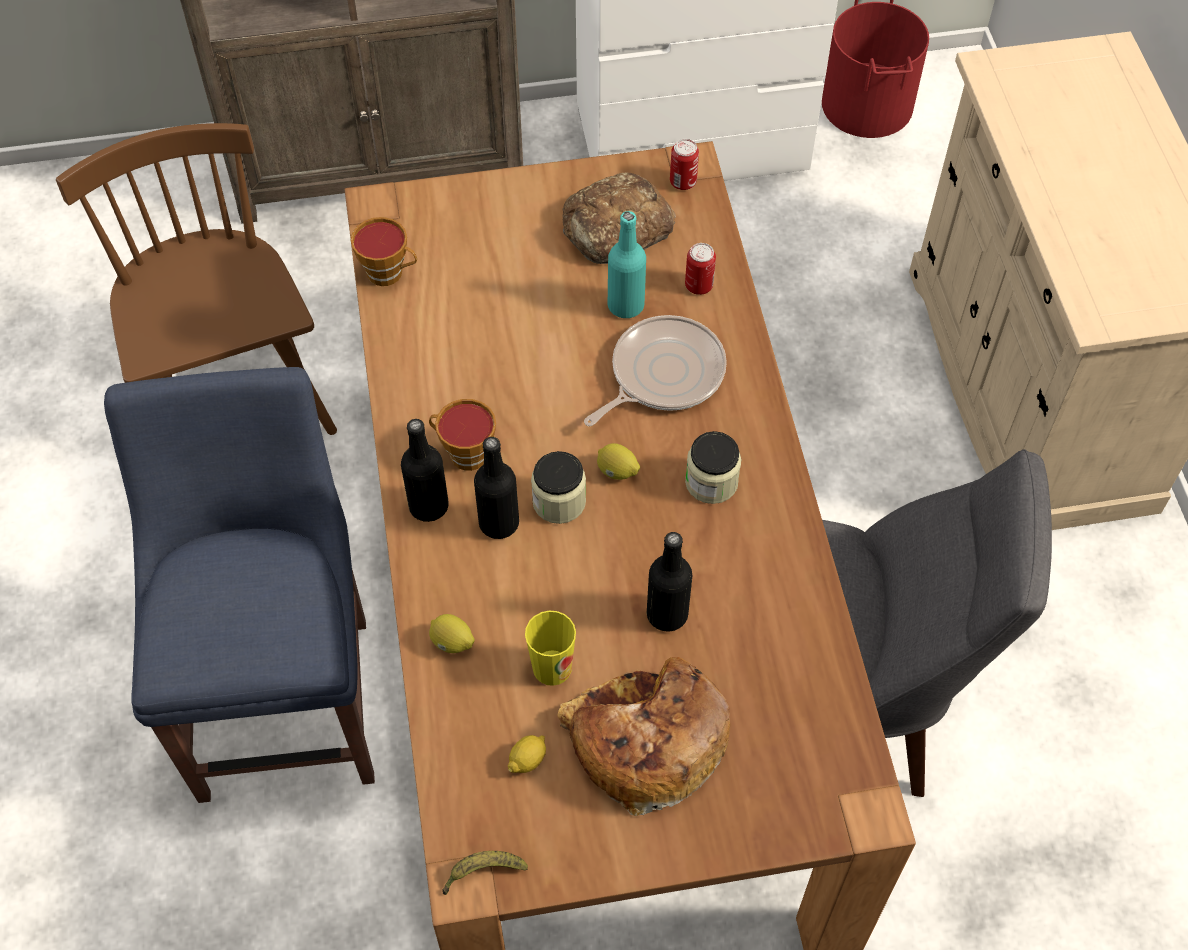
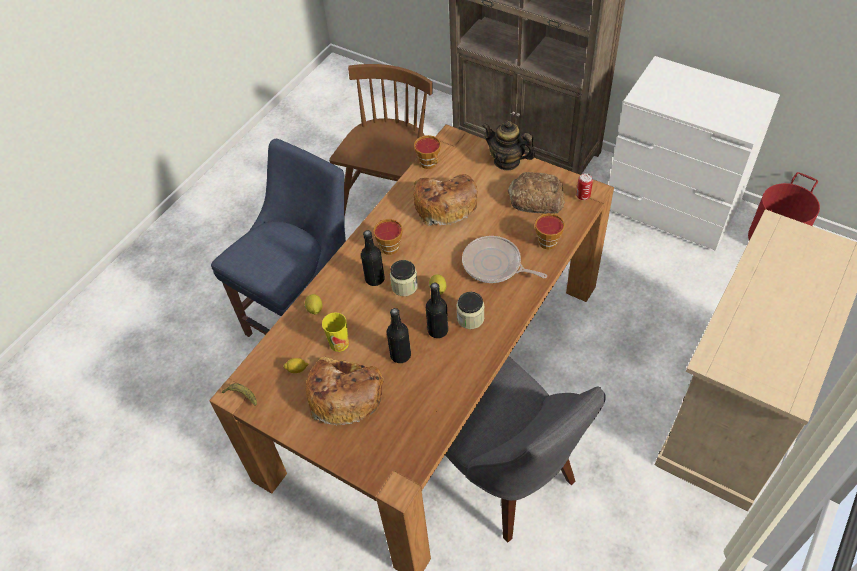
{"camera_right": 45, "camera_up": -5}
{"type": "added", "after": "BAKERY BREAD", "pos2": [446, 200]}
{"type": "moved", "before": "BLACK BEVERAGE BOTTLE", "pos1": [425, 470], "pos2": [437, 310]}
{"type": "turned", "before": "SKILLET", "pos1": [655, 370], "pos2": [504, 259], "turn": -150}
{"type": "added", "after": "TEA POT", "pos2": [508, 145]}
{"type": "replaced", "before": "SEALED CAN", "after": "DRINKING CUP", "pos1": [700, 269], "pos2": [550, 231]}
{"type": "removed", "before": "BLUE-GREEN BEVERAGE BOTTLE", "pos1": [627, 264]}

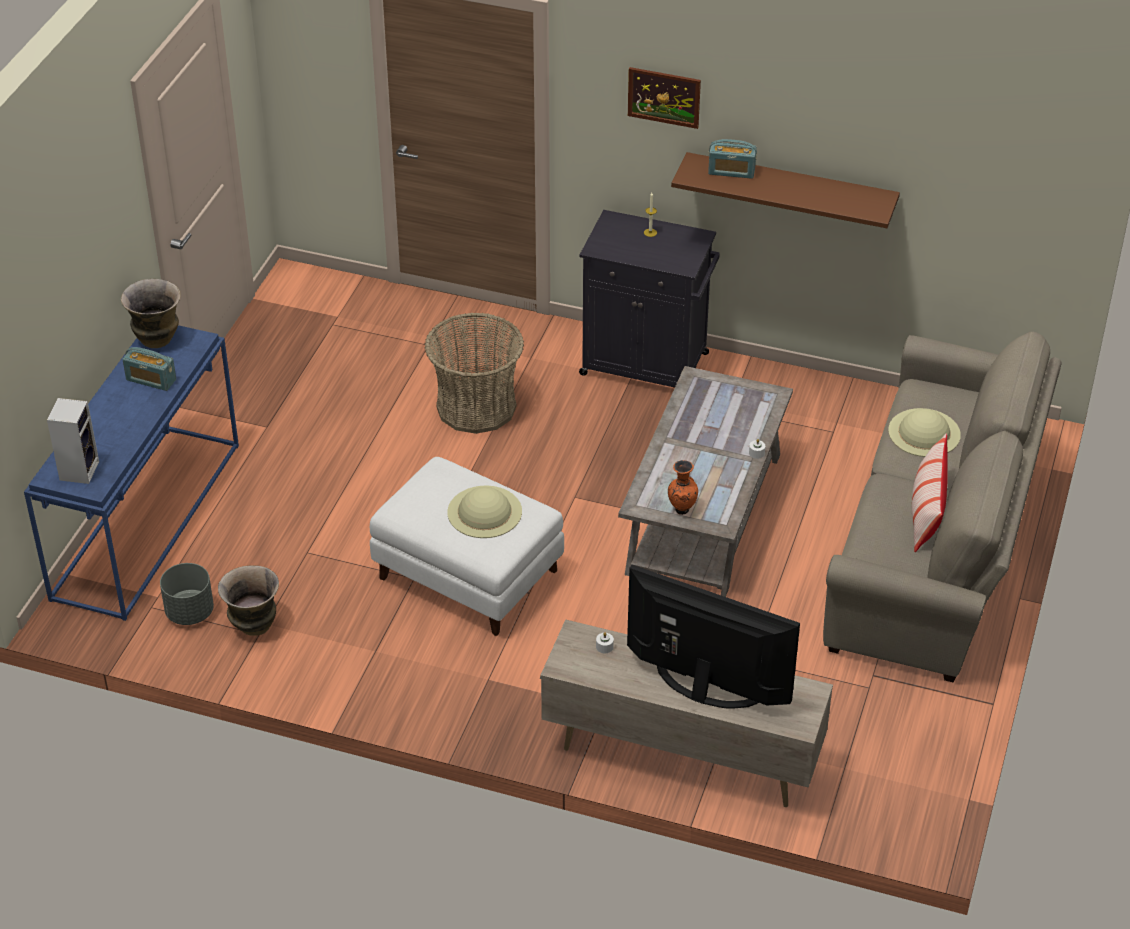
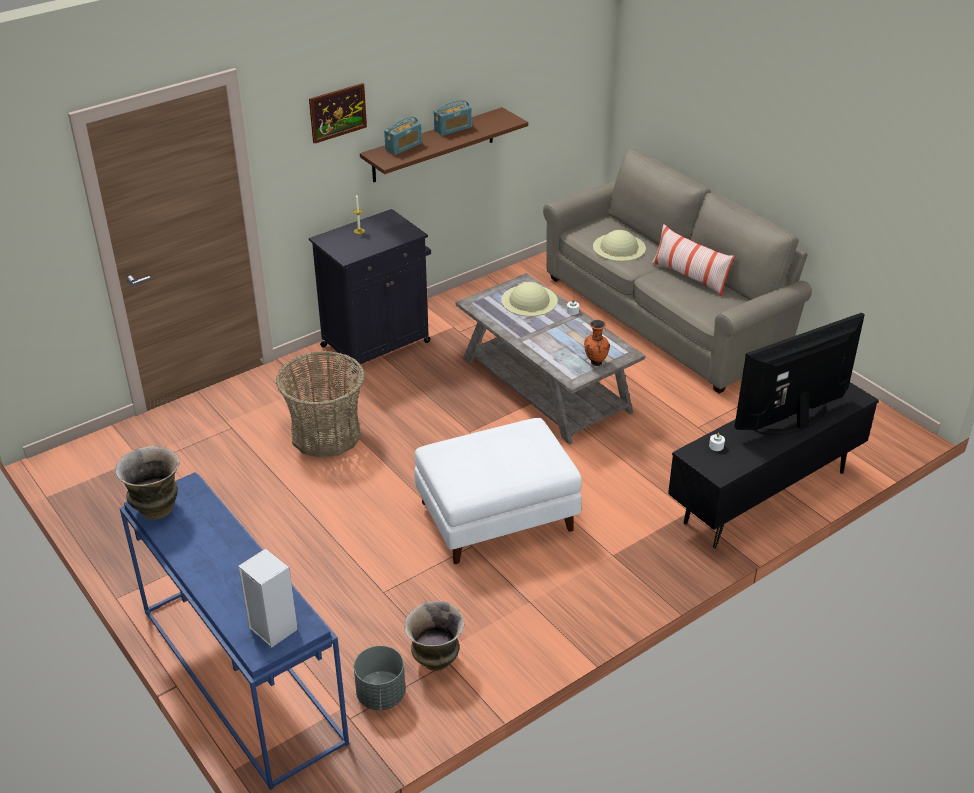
{"camera_right": -55, "camera_up": -5}
{"type": "moved", "before": "RADIO", "pos1": [149, 369], "pos2": [453, 118]}
{"type": "moved", "before": "SAND-COLOURED WEARABLE HAT", "pos1": [485, 512], "pos2": [529, 299]}
{"type": "recoloured", "before": "SAND-COLOURED TV UNIT", "after": "BLACK TV UNIT", "pos1": [686, 713], "pos2": [773, 465]}

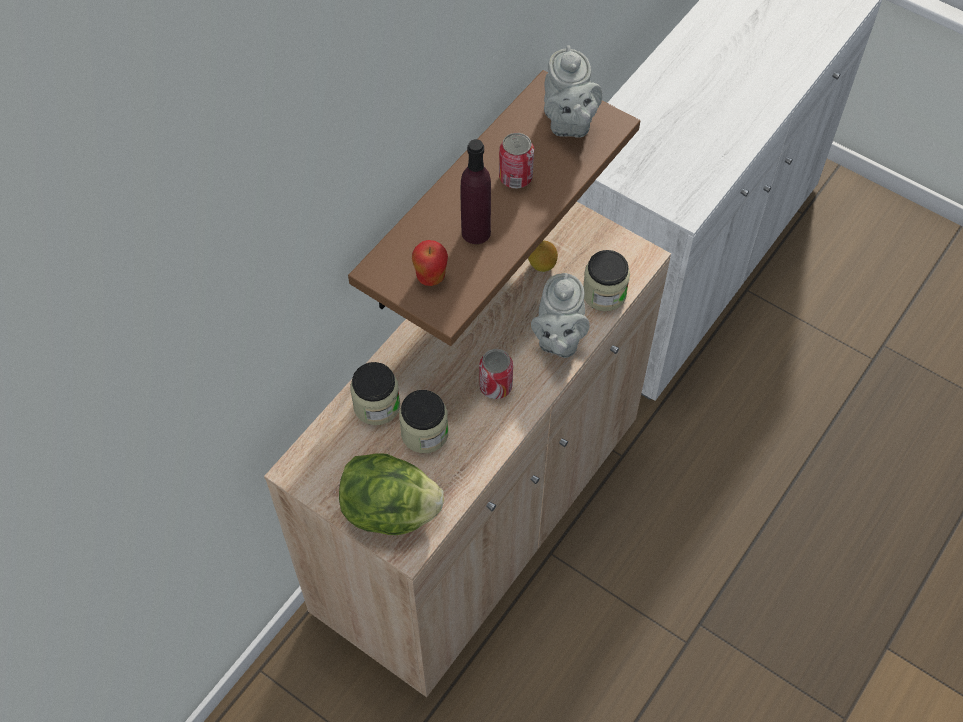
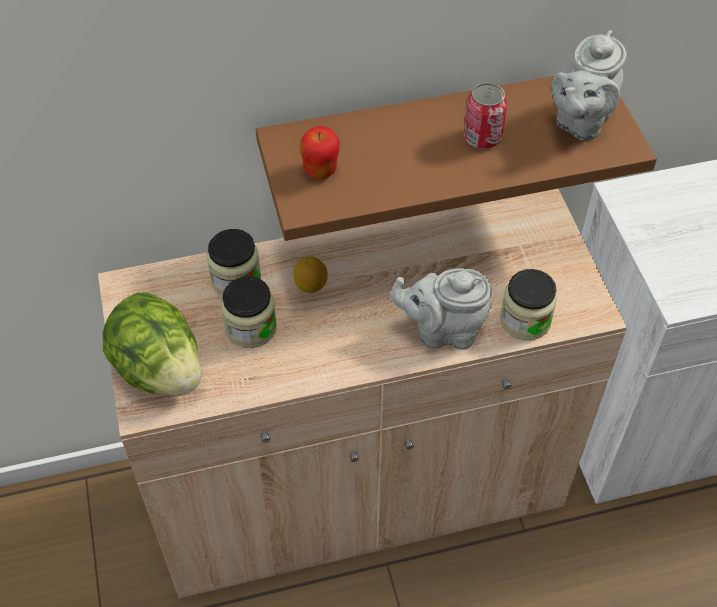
{"camera_right": 40, "camera_up": -5}
{"type": "moved", "before": "LEMON", "pos1": [543, 256], "pos2": [310, 274]}
{"type": "turned", "before": "GREYISH TEA POT", "pos1": [560, 315], "pos2": [441, 309], "turn": 45}
{"type": "removed", "before": "PURPLE-COLOURED BEVERAGE BOTTLE", "pos1": [476, 191]}
{"type": "removed", "before": "SEALED CAN", "pos1": [496, 374]}

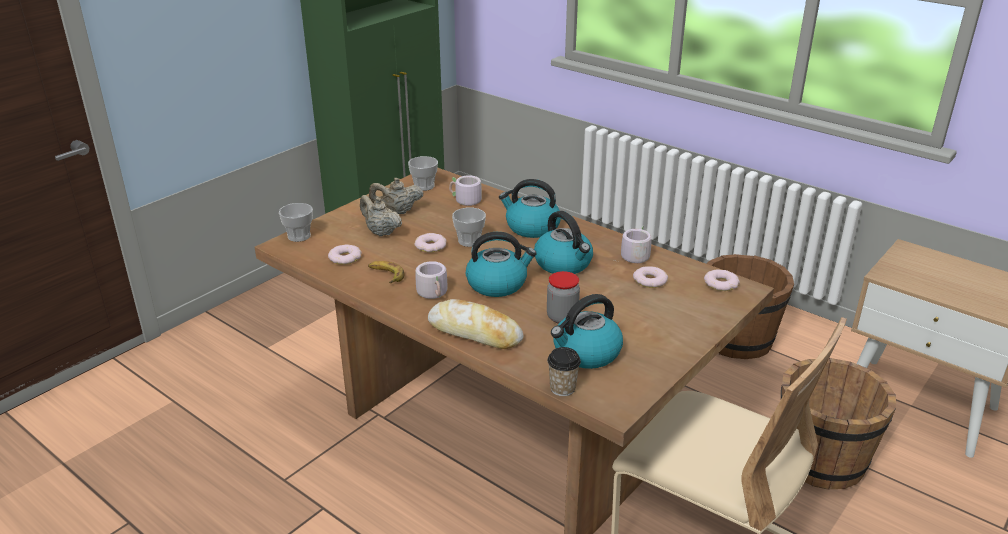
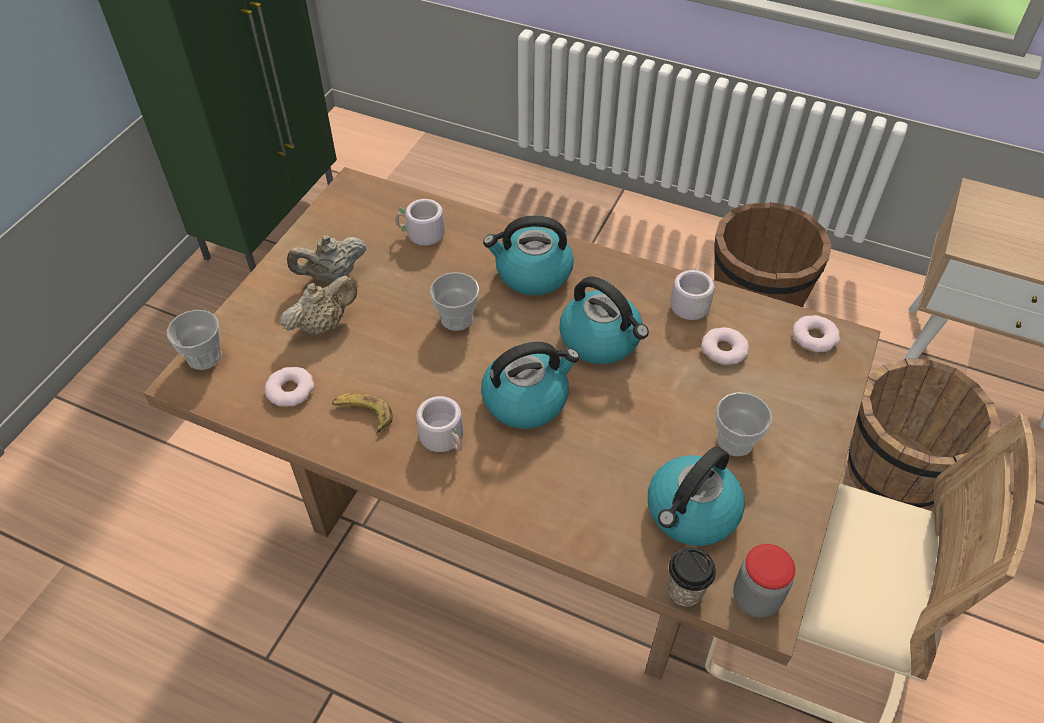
{"camera_right": -15, "camera_up": 20}
{"type": "turned", "before": "SAND-COLOURED TEA POT", "pos1": [381, 215], "pos2": [318, 305], "turn": 120}
{"type": "moved", "before": "DRINKING CUP", "pos1": [423, 173], "pos2": [744, 424]}
{"type": "moved", "before": "PRESERVE JAR", "pos1": [563, 297], "pos2": [764, 580]}
{"type": "removed", "before": "DONUT", "pos1": [430, 242]}
{"type": "removed", "before": "BAKERY BREAD", "pos1": [475, 324]}

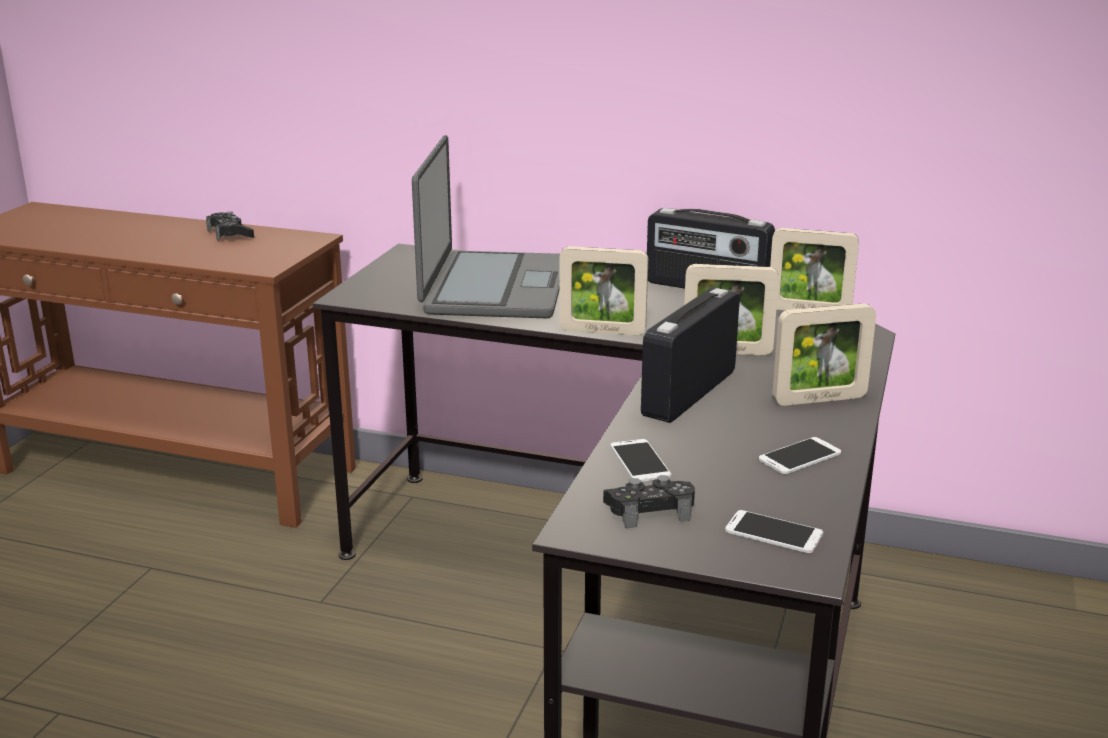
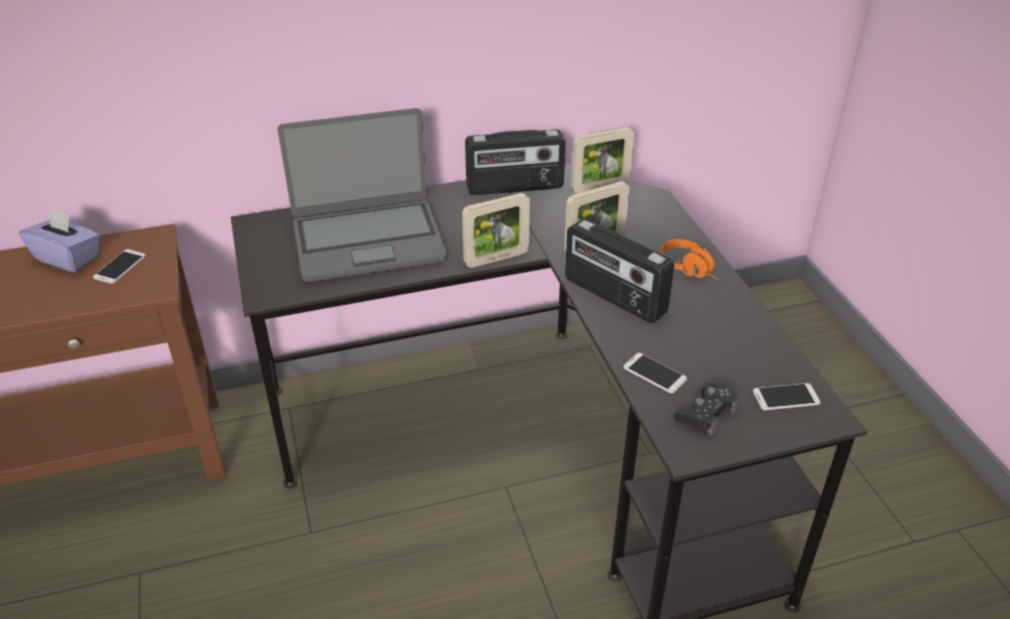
{"camera_right": -35, "camera_up": 15}
{"type": "replaced", "before": "BLACK JOYPAD", "after": "PURPLE-COLOURED TISSUE BOX", "pos1": [230, 226], "pos2": [59, 240]}
{"type": "moved", "before": "HANDSET", "pos1": [799, 455], "pos2": [119, 266]}
{"type": "turned", "before": "LAPTOP", "pos1": [486, 226], "pos2": [362, 195], "turn": 105}
{"type": "turned", "before": "RADIO", "pos1": [690, 355], "pos2": [619, 270], "turn": -45}
{"type": "replaced", "before": "STANDING FRAME", "after": "ORANGE-COLOURED PAIR OF HEADPHONES", "pos1": [824, 354], "pos2": [689, 259]}

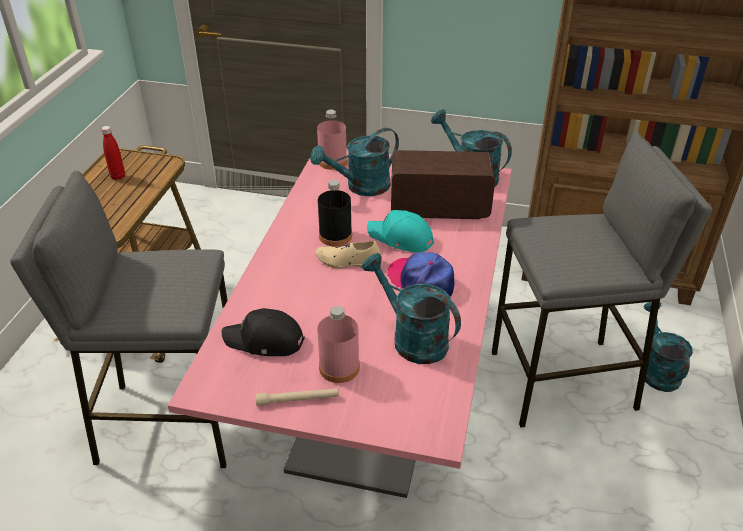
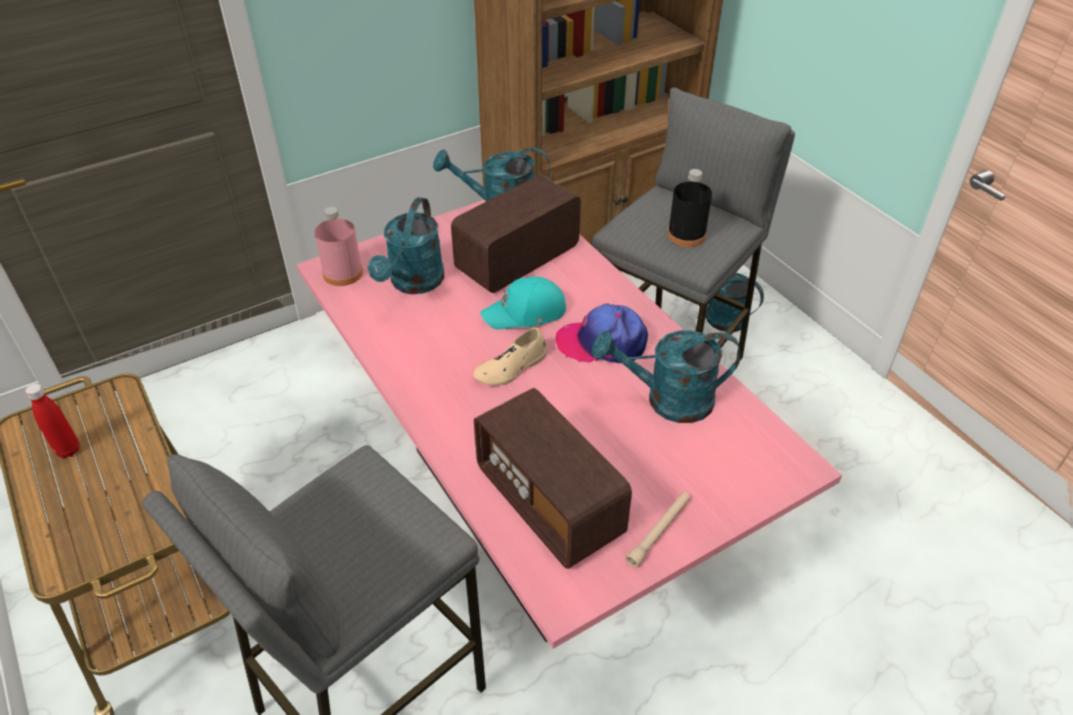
{"camera_right": -45, "camera_up": 5}
{"type": "replaced", "before": "BLACK CAP", "after": "RADIO", "pos1": [263, 332], "pos2": [553, 478]}
{"type": "moved", "before": "BLACK BEVERAGE BOTTLE", "pos1": [335, 213], "pos2": [689, 208]}
{"type": "removed", "before": "PINK BEVERAGE BOTTLE", "pos1": [338, 344]}

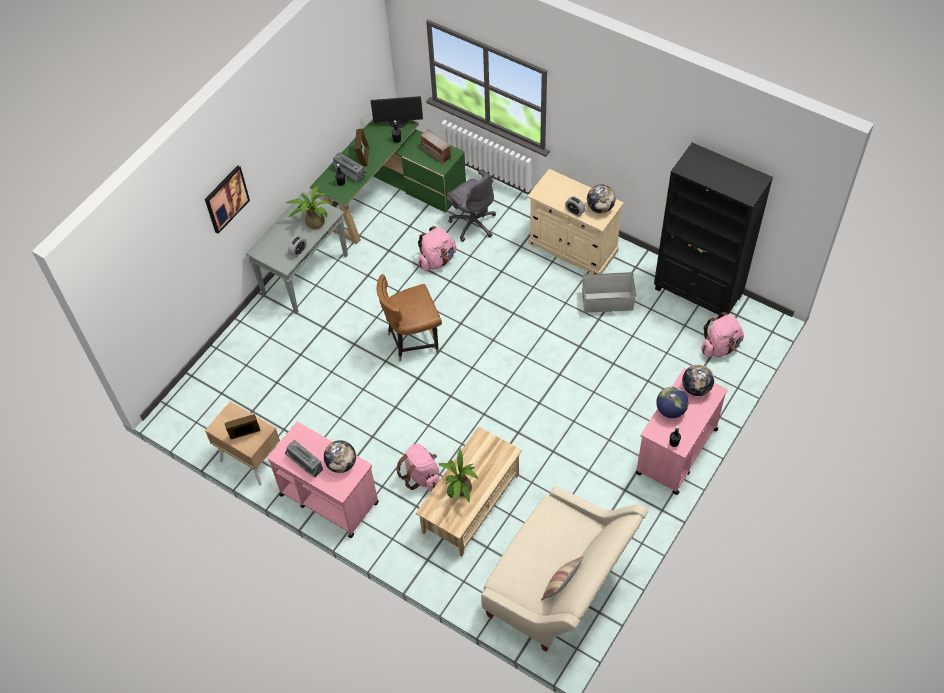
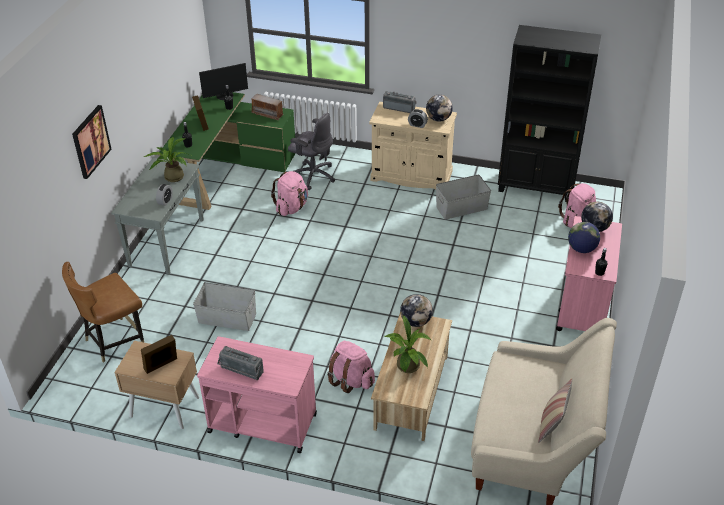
{"camera_right": -20, "camera_up": -15}
{"type": "moved", "before": "BROWN-COLOURED CHAIR", "pos1": [409, 317], "pos2": [103, 312]}
{"type": "added", "after": "GREYISH STORAGE BOX", "pos2": [224, 306]}
{"type": "moved", "before": "RADIO", "pos1": [350, 167], "pos2": [400, 102]}
{"type": "moved", "before": "DESK GLOBE", "pos1": [340, 456], "pos2": [416, 310]}

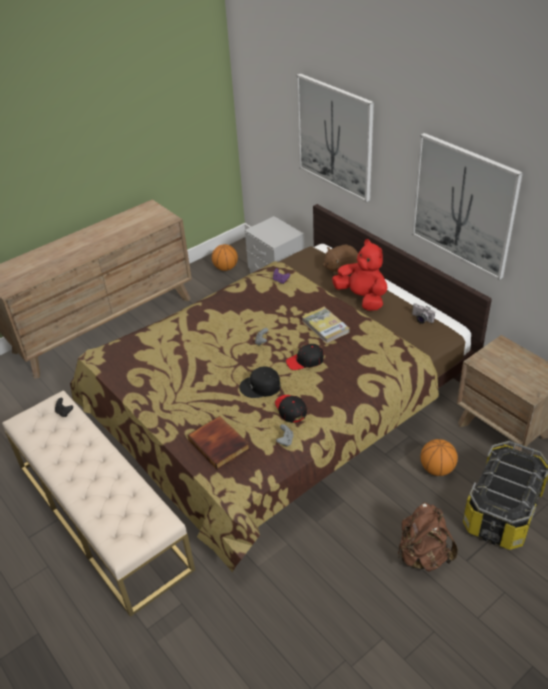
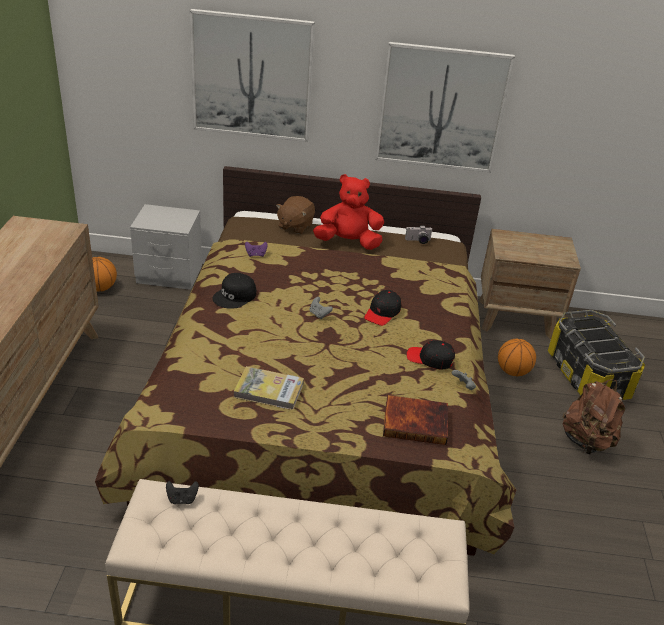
{"camera_right": -50, "camera_up": -5}
{"type": "moved", "before": "BLACK CAP", "pos1": [259, 382], "pos2": [234, 291]}
{"type": "moved", "before": "VOLUME", "pos1": [325, 325], "pos2": [269, 388]}

